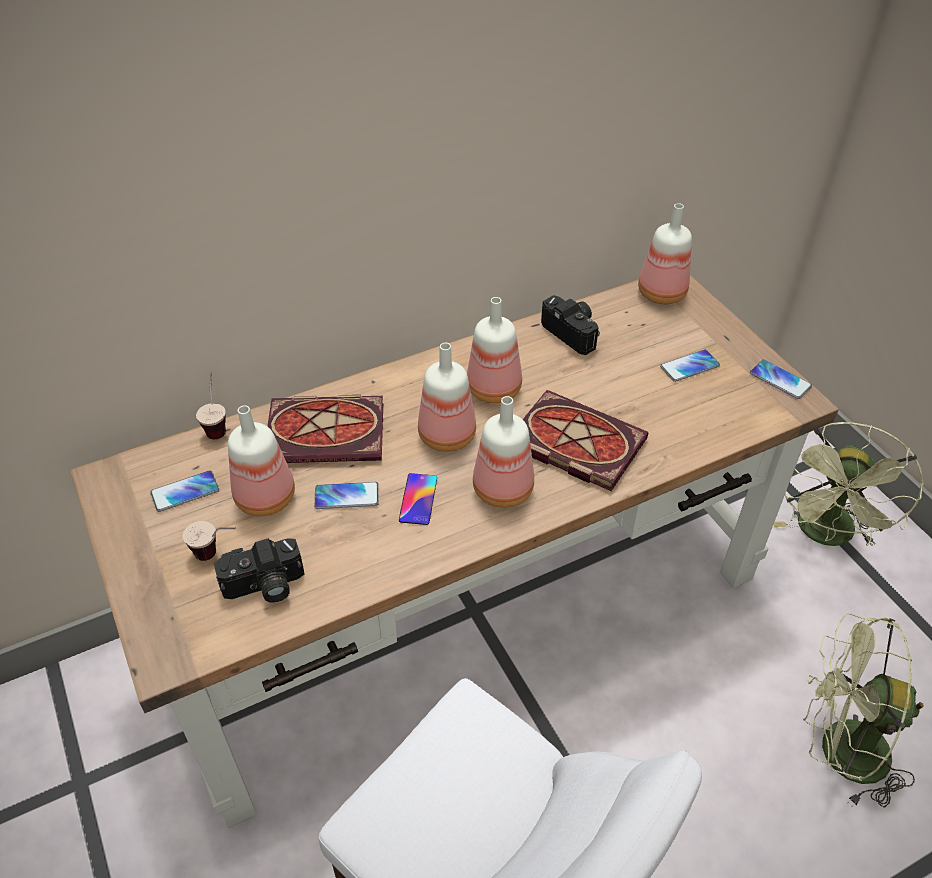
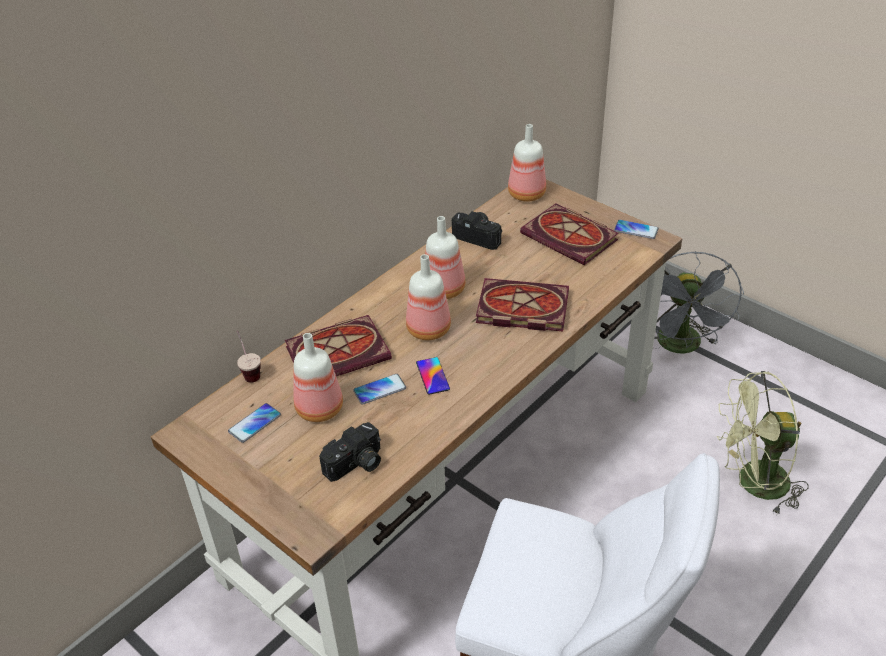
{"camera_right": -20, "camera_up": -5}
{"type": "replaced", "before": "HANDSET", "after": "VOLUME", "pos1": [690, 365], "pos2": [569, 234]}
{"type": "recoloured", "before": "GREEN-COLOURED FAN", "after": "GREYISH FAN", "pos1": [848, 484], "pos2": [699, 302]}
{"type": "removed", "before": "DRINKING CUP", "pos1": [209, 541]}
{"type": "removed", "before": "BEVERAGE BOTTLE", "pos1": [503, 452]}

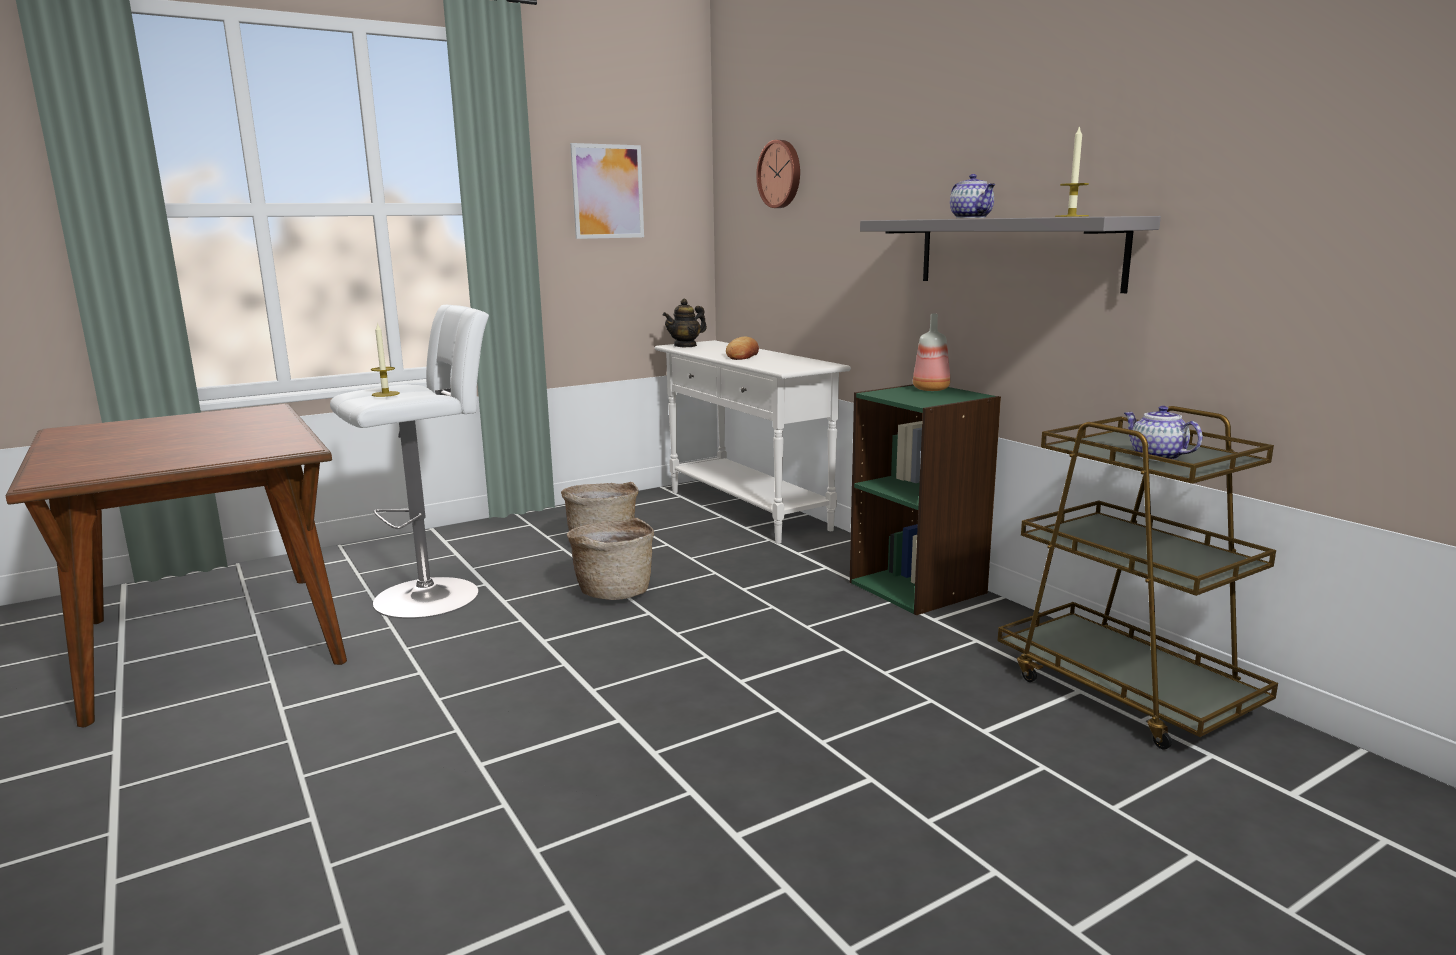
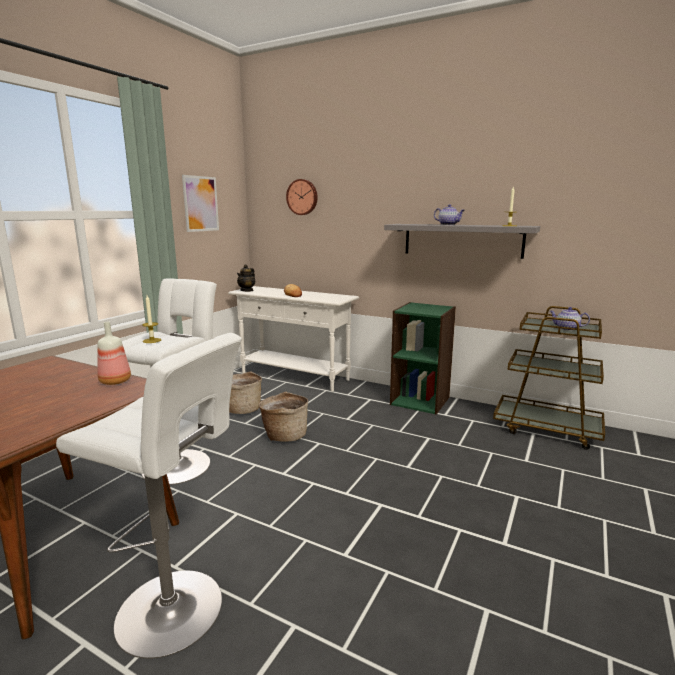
{"camera_right": -30, "camera_up": 0}
{"type": "added", "after": "WHITE STOOL", "pos2": [149, 496]}
{"type": "moved", "before": "BEVERAGE BOTTLE", "pos1": [931, 352], "pos2": [114, 353]}

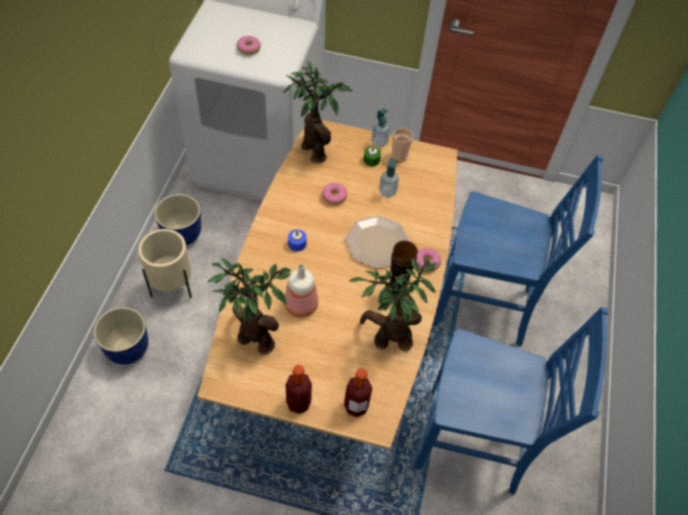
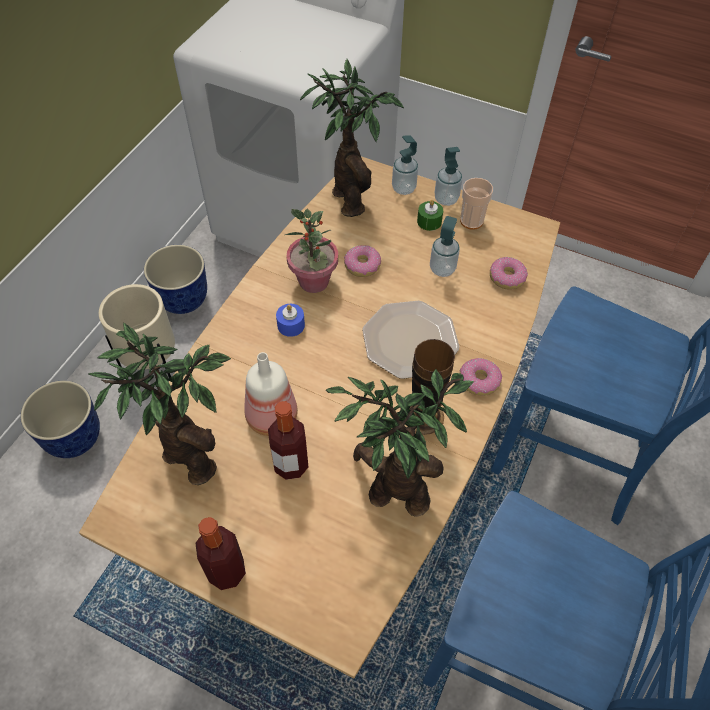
{"camera_right": 15, "camera_up": 0}
{"type": "moved", "before": "BEVERAGE BOTTLE", "pos1": [358, 392], "pos2": [288, 440]}
{"type": "added", "after": "HOUSEPLANT", "pos2": [311, 251]}
{"type": "added", "after": "SOAP BOTTLE", "pos2": [405, 165]}
{"type": "moved", "before": "DONUT", "pos1": [249, 45], "pos2": [509, 273]}

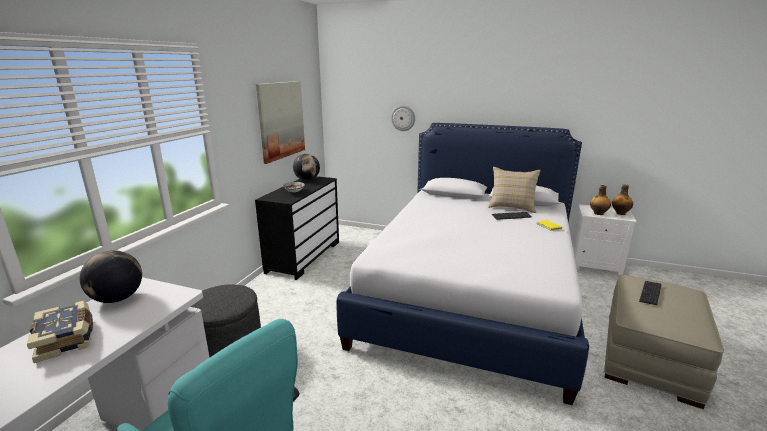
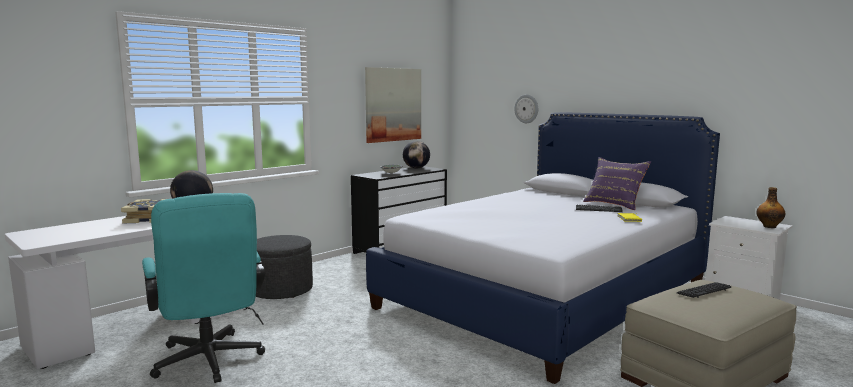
{"camera_right": 25, "camera_up": -10}
{"type": "recoloured", "before": "SAND-COLOURED PILLOW", "after": "PURPLE-COLOURED PILLOW", "pos1": [514, 190], "pos2": [617, 183]}
{"type": "removed", "before": "BEVERAGE BOTTLE", "pos1": [600, 200]}

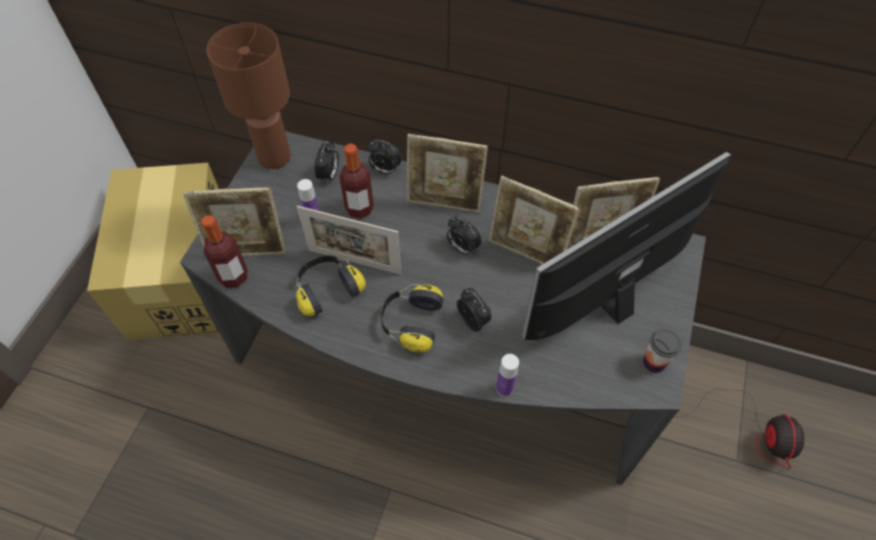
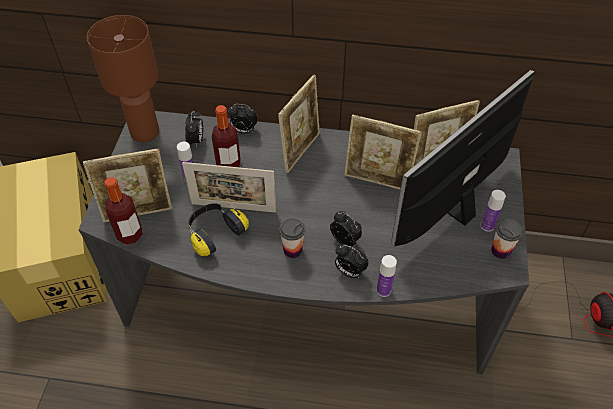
{"camera_right": -10, "camera_up": -5}
{"type": "turned", "before": "STANDING FRAME", "pos1": [447, 173], "pos2": [299, 124], "turn": -60}
{"type": "replaced", "before": "PAIR OF HEADPHONES", "after": "DRINKING CUP", "pos1": [412, 318], "pos2": [292, 238]}
{"type": "moved", "before": "ALARM CLOCK", "pos1": [464, 235], "pos2": [352, 261]}
{"type": "added", "after": "BEVERAGE BOTTLE", "pos2": [493, 211]}

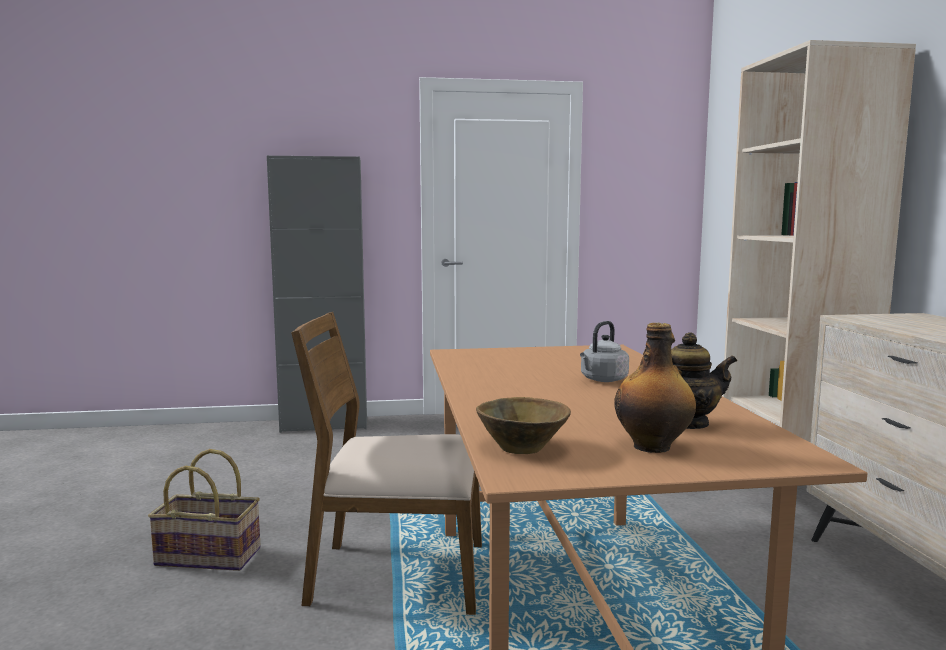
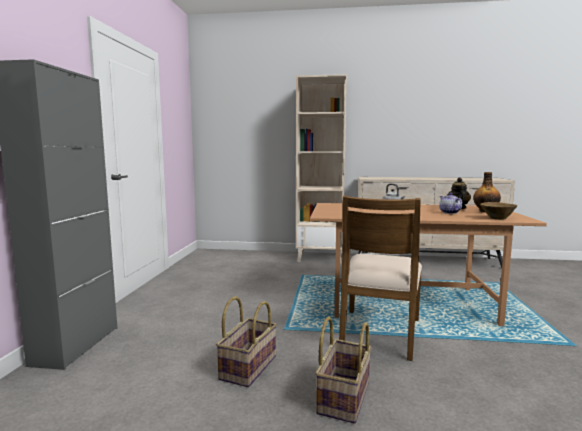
{"camera_right": -75, "camera_up": 0}
{"type": "added", "after": "BASKET", "pos2": [246, 341]}
{"type": "added", "after": "TEA POT", "pos2": [451, 203]}

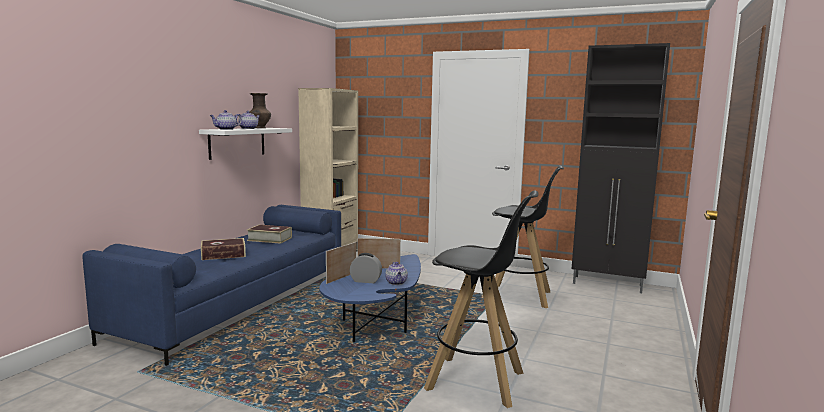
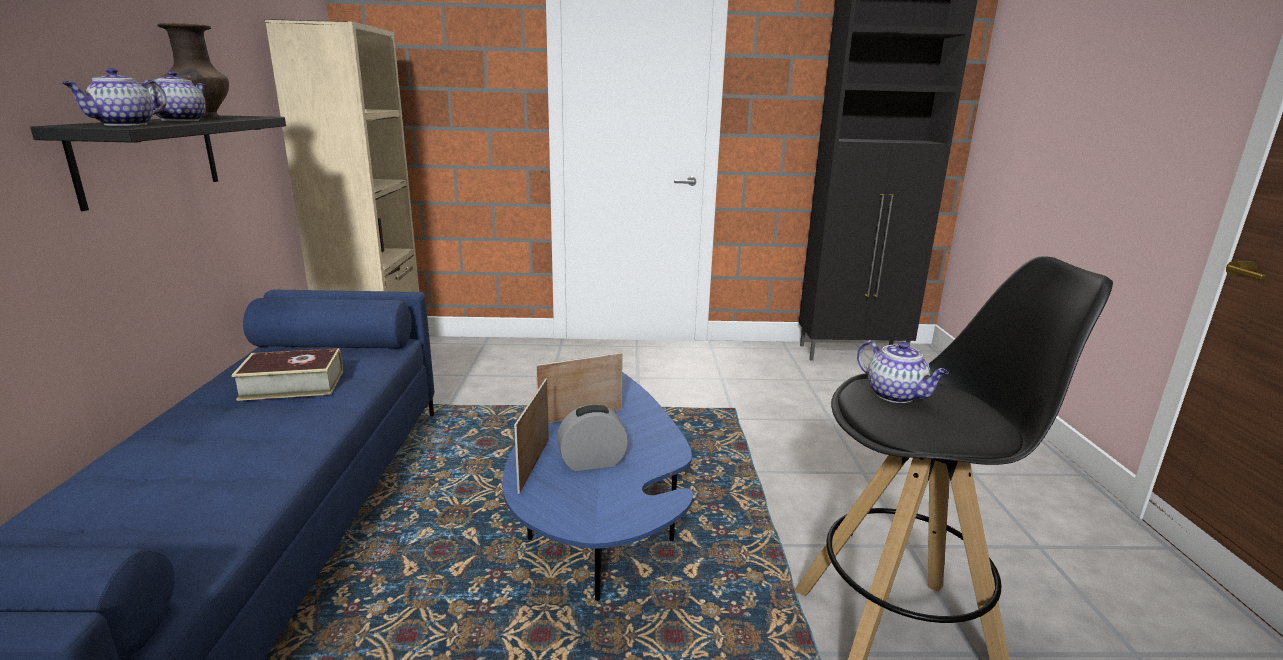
{"camera_right": -25, "camera_up": 10}
{"type": "recoloured", "before": "WHITE BRACKET SHELF", "after": "BLACK BRACKET SHELF", "pos1": [245, 144], "pos2": [158, 163]}
{"type": "moved", "before": "TEA POT", "pos1": [396, 273], "pos2": [903, 372]}
{"type": "removed", "before": "VOLUME", "pos1": [223, 249]}
{"type": "removed", "before": "BLACK STOOL", "pos1": [528, 237]}

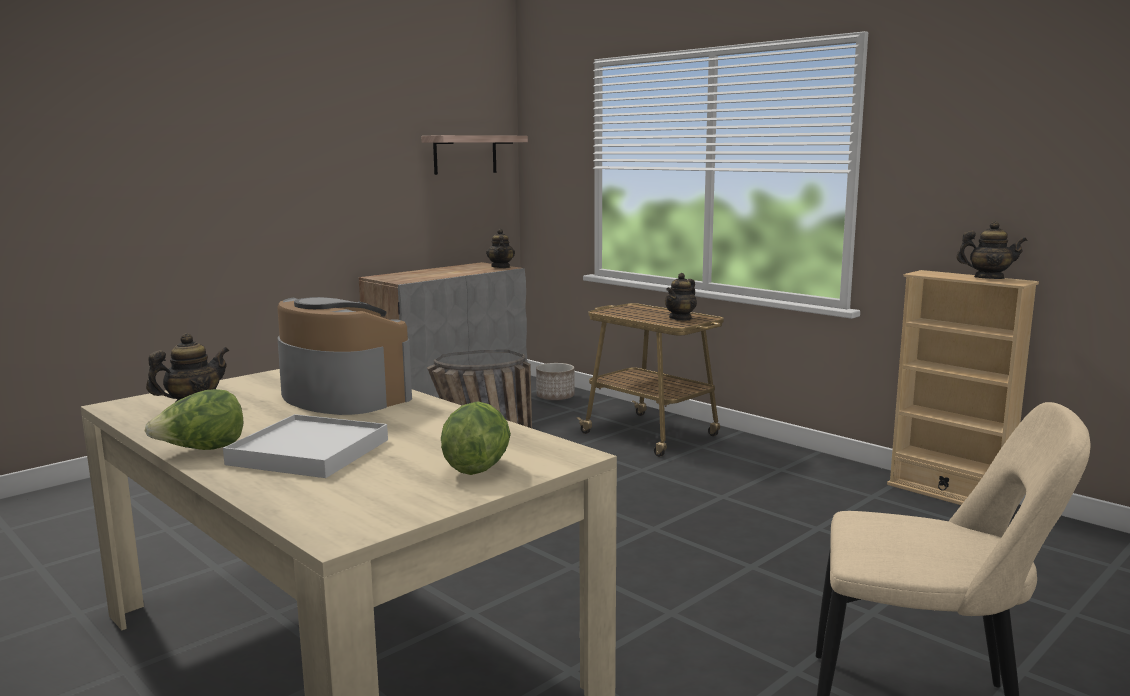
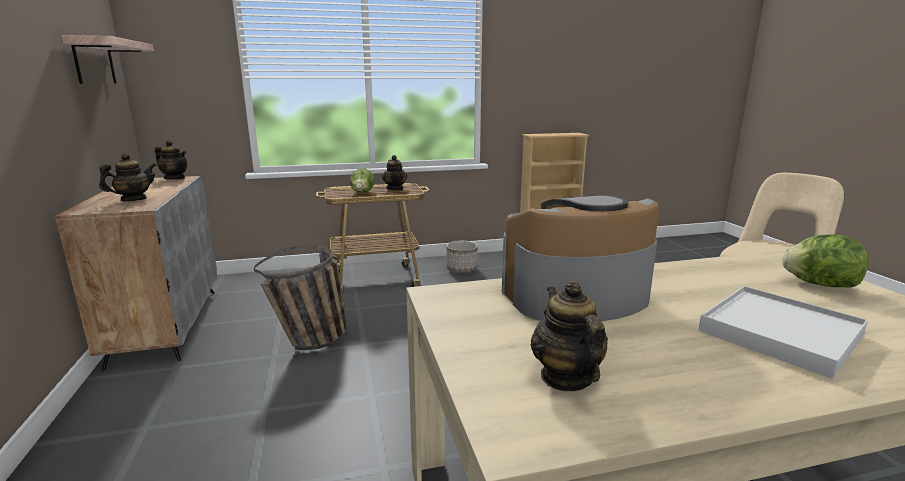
{"camera_right": -60, "camera_up": 5}
{"type": "moved", "before": "TEA POT", "pos1": [991, 250], "pos2": [128, 177]}
{"type": "moved", "before": "LETTUCE", "pos1": [194, 419], "pos2": [362, 180]}
{"type": "moved", "before": "PLANT POT", "pos1": [555, 382], "pos2": [462, 257]}

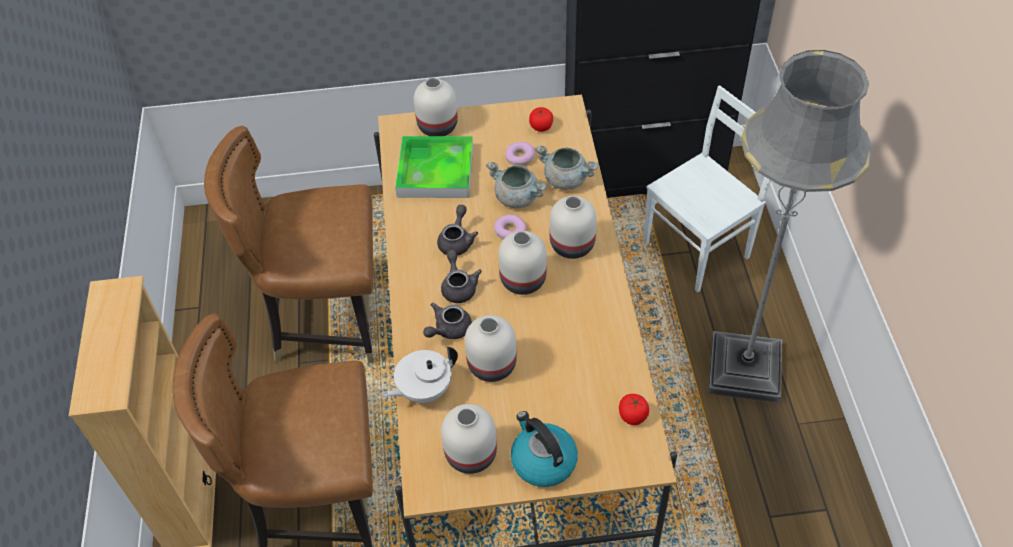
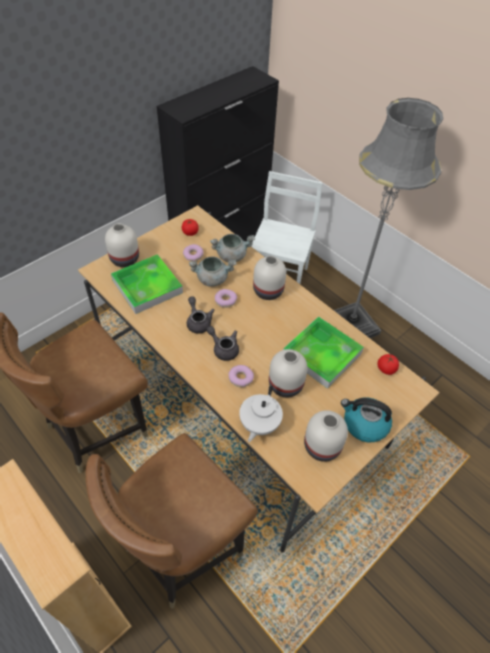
{"camera_right": -40, "camera_up": 0}
{"type": "replaced", "before": "GREYISH TEA POT", "after": "DONUT", "pos1": [447, 321], "pos2": [241, 376]}
{"type": "added", "after": "SERVING TRAY", "pos2": [323, 352]}
{"type": "removed", "before": "WHITE FLOWER VASE", "pos1": [522, 263]}

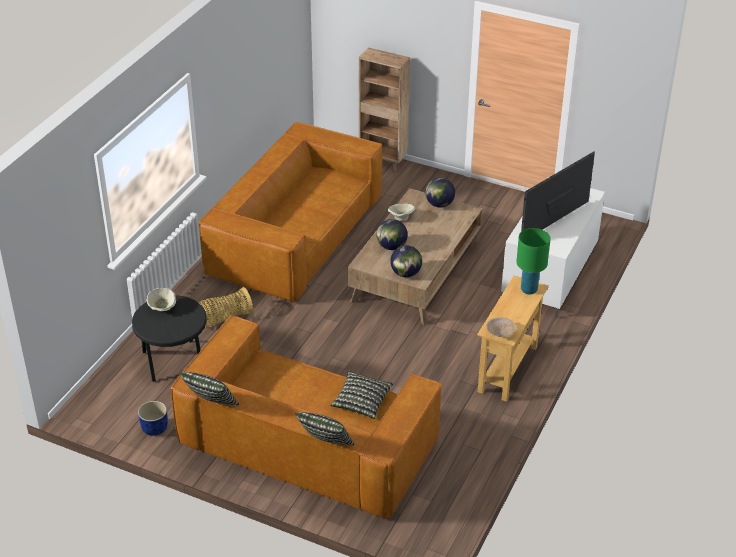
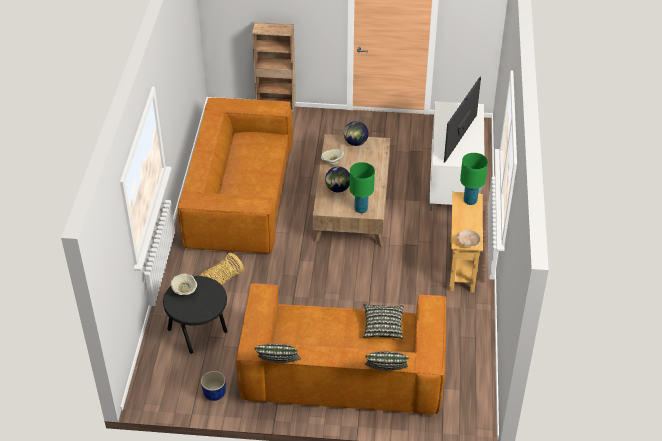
{"camera_right": -20, "camera_up": 5}
{"type": "replaced", "before": "DESK GLOBE", "after": "GREEN-COLOURED TABLETOP LAMP", "pos1": [406, 261], "pos2": [362, 187]}

